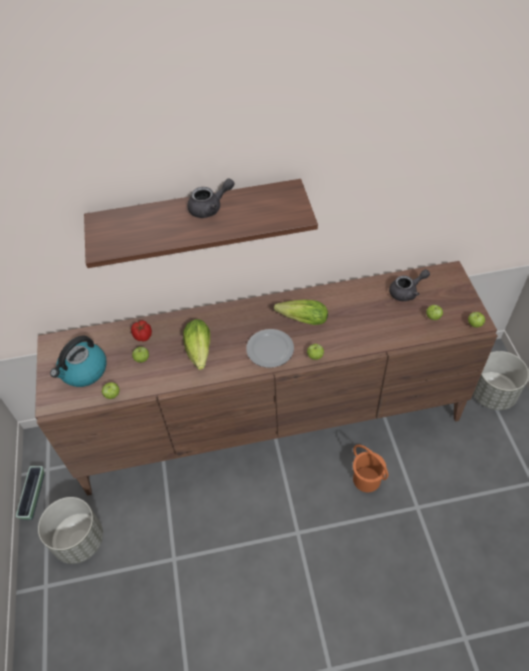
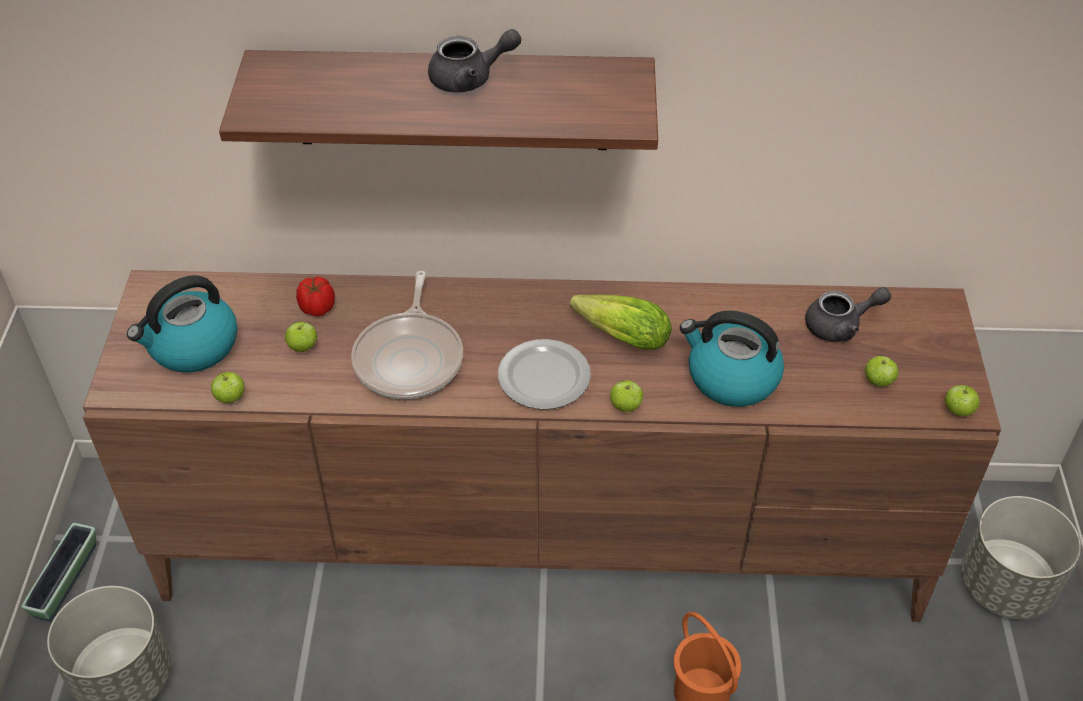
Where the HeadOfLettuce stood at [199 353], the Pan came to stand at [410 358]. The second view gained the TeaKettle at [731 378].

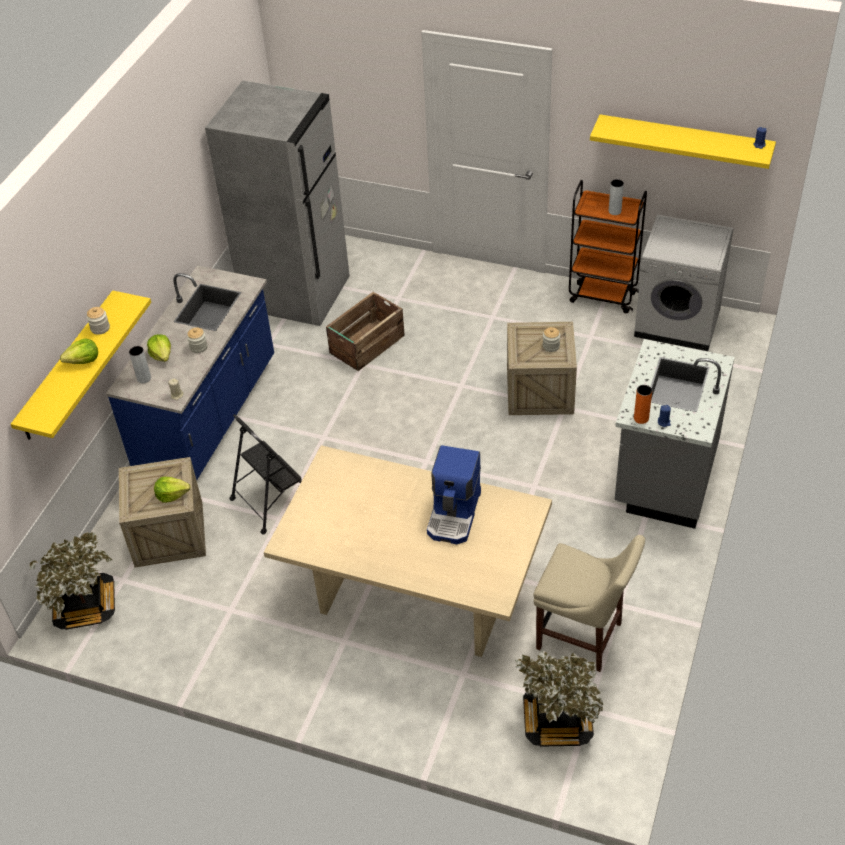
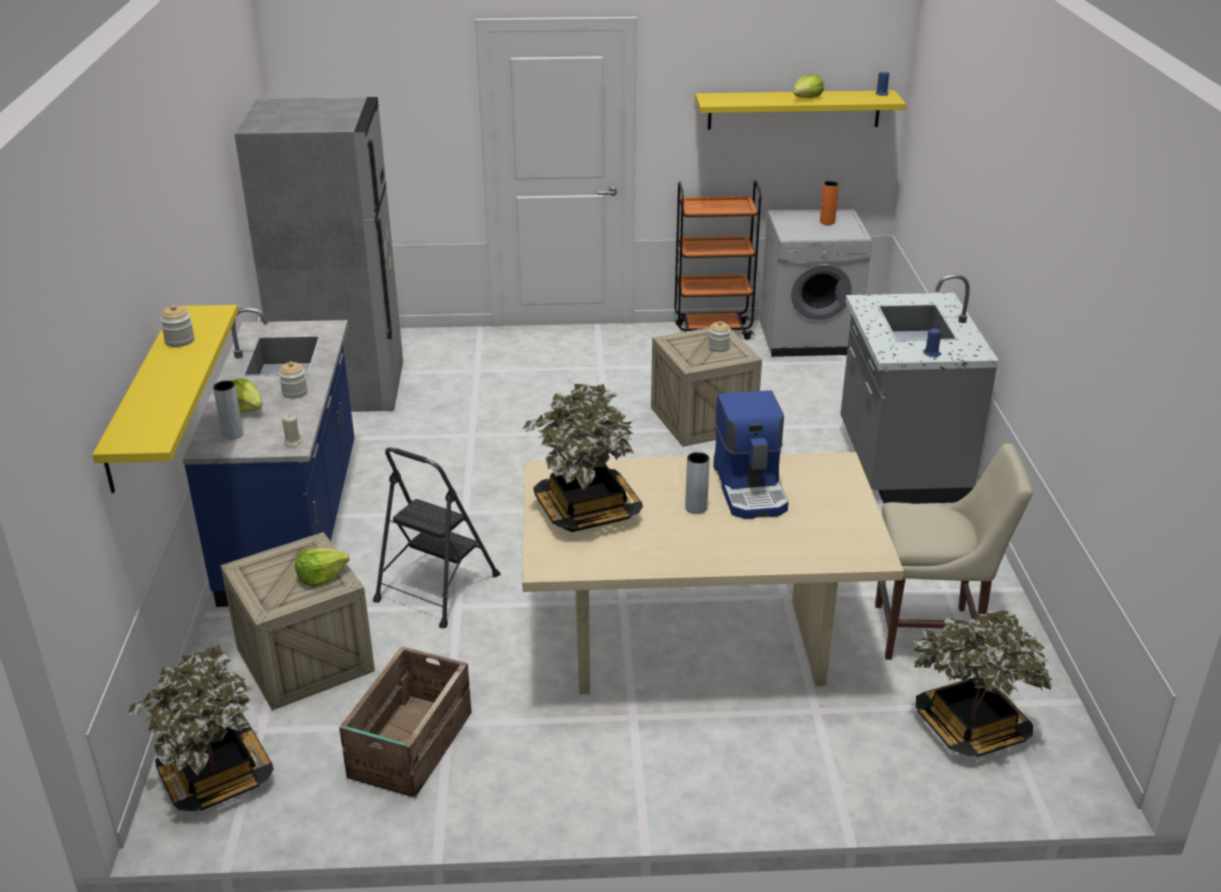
The GreyVase ended up elsewhere, having gone from [614 211] to [696 508]. The Crate ended up elsewhere, having gone from [366 345] to [409 746]. The HeadOfLettuce ended up elsewhere, having gone from [83 360] to [807 98]. The OrangeColouredVase ended up elsewhere, having gone from [641 418] to [827 222]. The second view gained the Houseplant at [587 511].

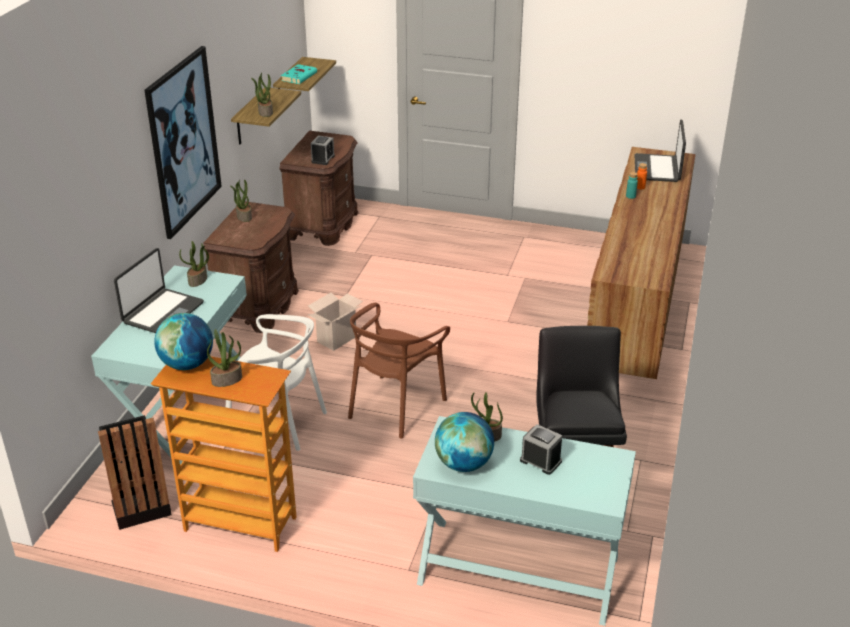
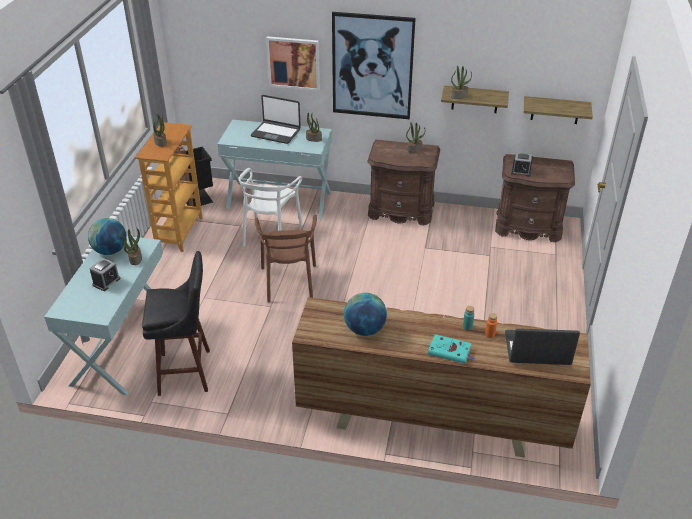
The TurquoiseColouredBoundBook ended up elsewhere, having gone from [299 76] to [450 351]. The second view lost the Carton at [337 338]. The BrownColouredChair at [395 406] ended up facing another way, 120 degrees counterclockwise from before. The DeskGlobe ended up elsewhere, having gone from [187 364] to [364 329]. The second view gained the WallArt at [293 63].

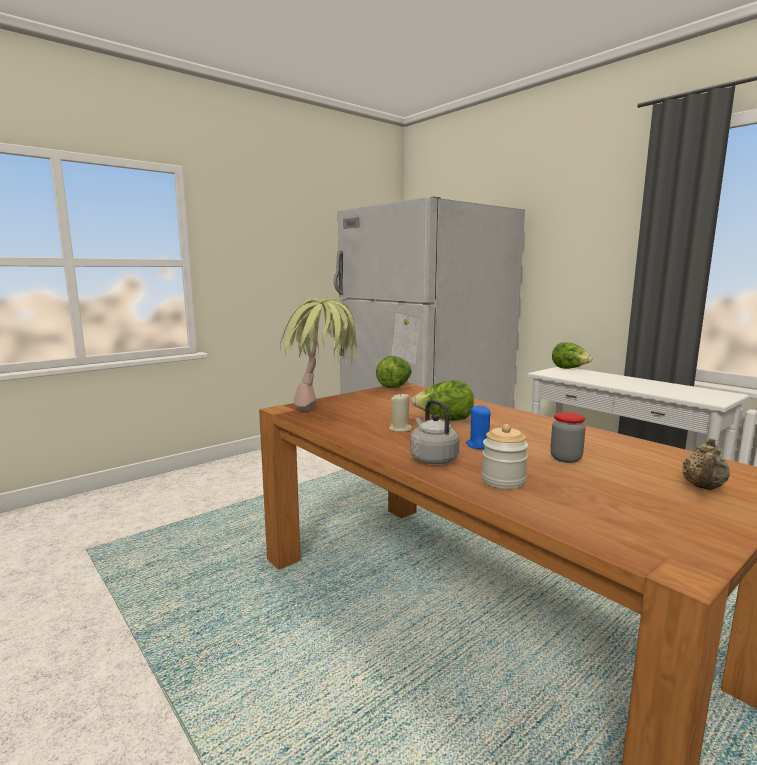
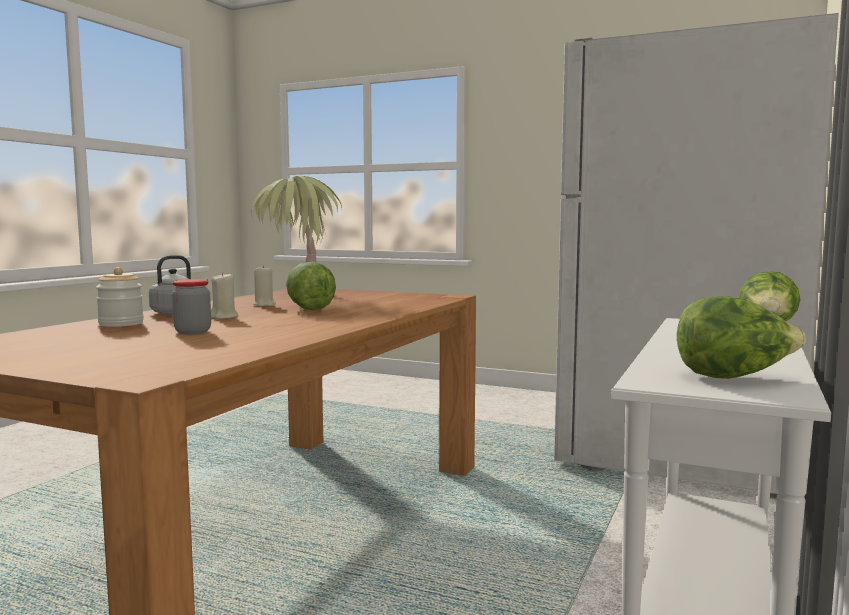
The HeadOfLettuce ended up elsewhere, having gone from [394 386] to [733 377]. What was the BlueWaxCandle at [478 445] turned into the BeigeColouredWaxCandle at [224 317]. The second view lost the BeigeColouredPotForTea at [703 487].

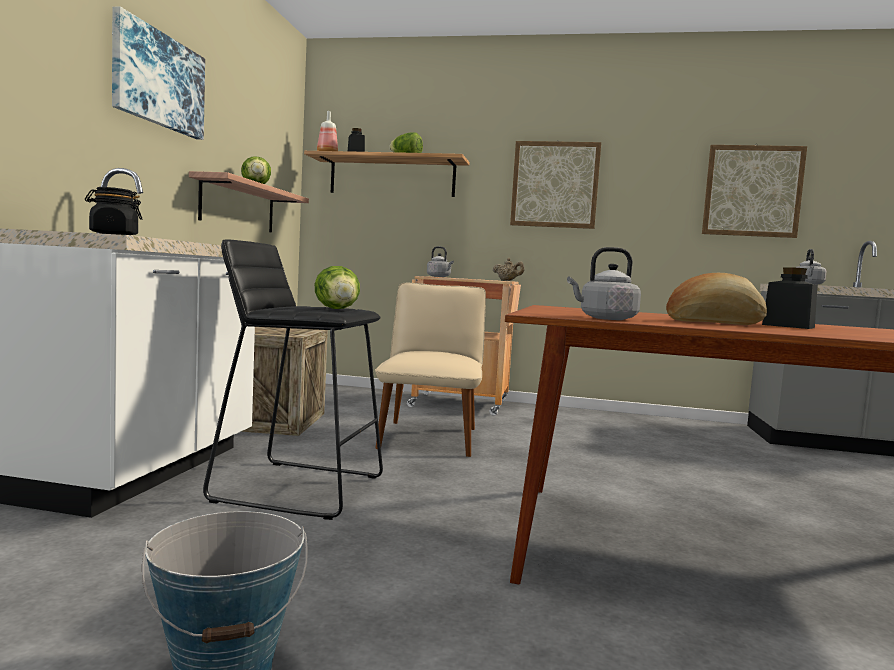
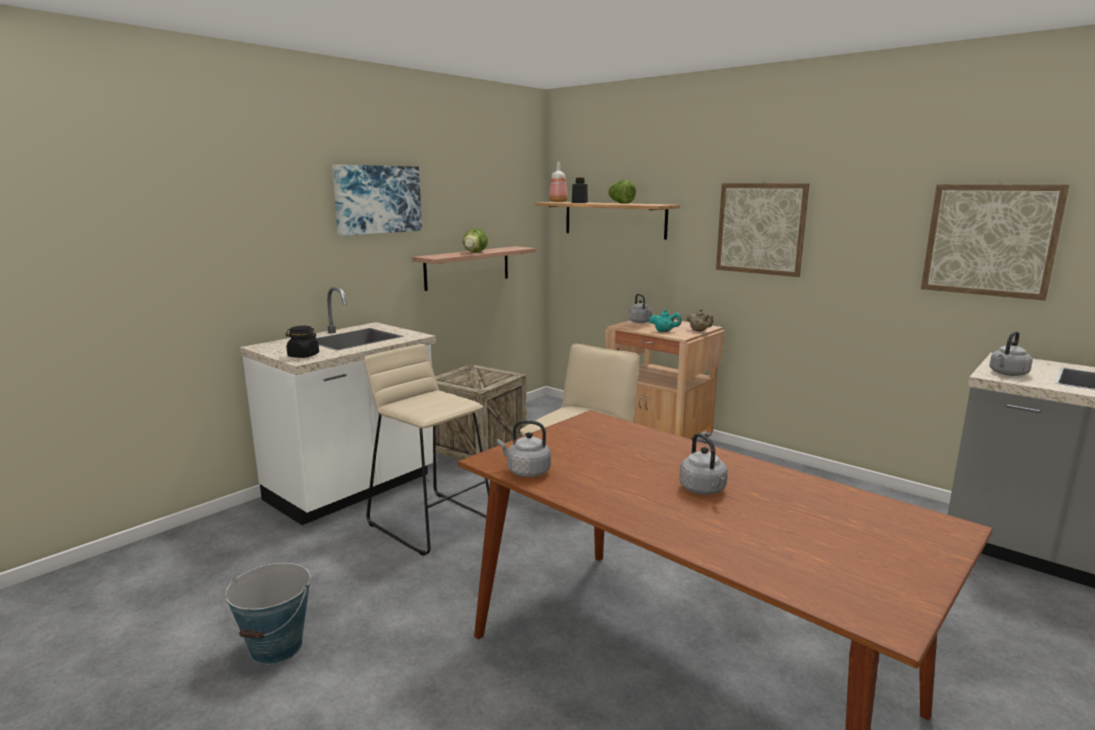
What was the BlackColouredStool at [298 488] turned into the BeigeColouredStool at [431 522]. The second view lost the HeadOfLettuce at [338 309]. Where the BlackColouredJar stood at [788 326], the GreyTeaKettle came to stand at [704 490]. The second view lost the Bread at [713 323]. The second view gained the TurquoiseColouredPotForTea at [664 331].

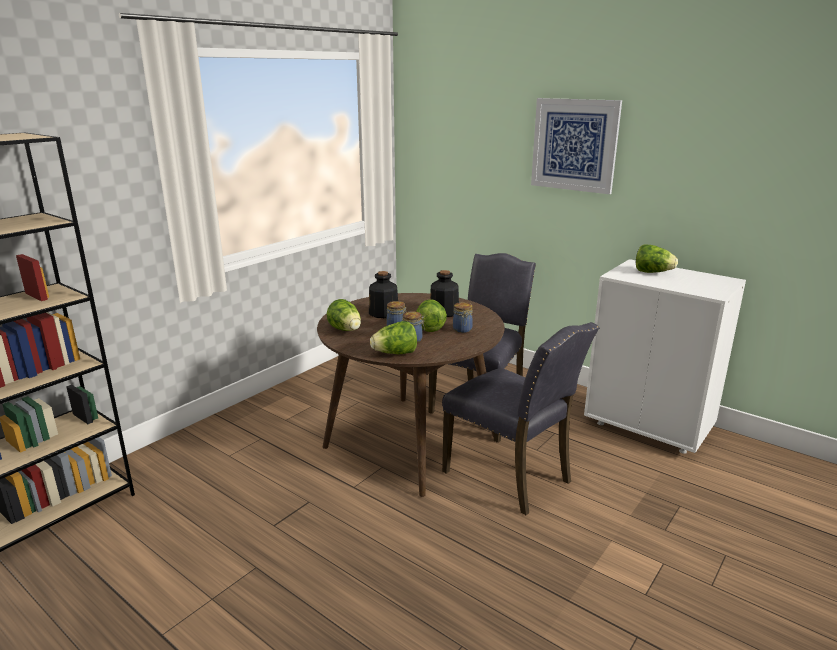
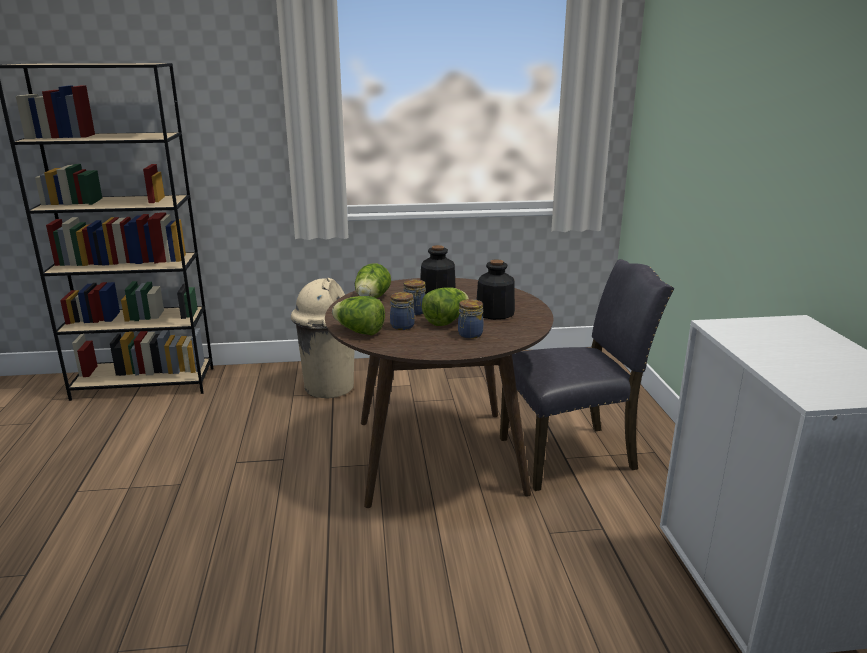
The second view lost the WallArt at [574 145]. The second view lost the HeadOfLettuce at [652 272]. The second view lost the GreyChair at [510 476]. The second view gained the BeigeColouredRubbishBin at [329 387].

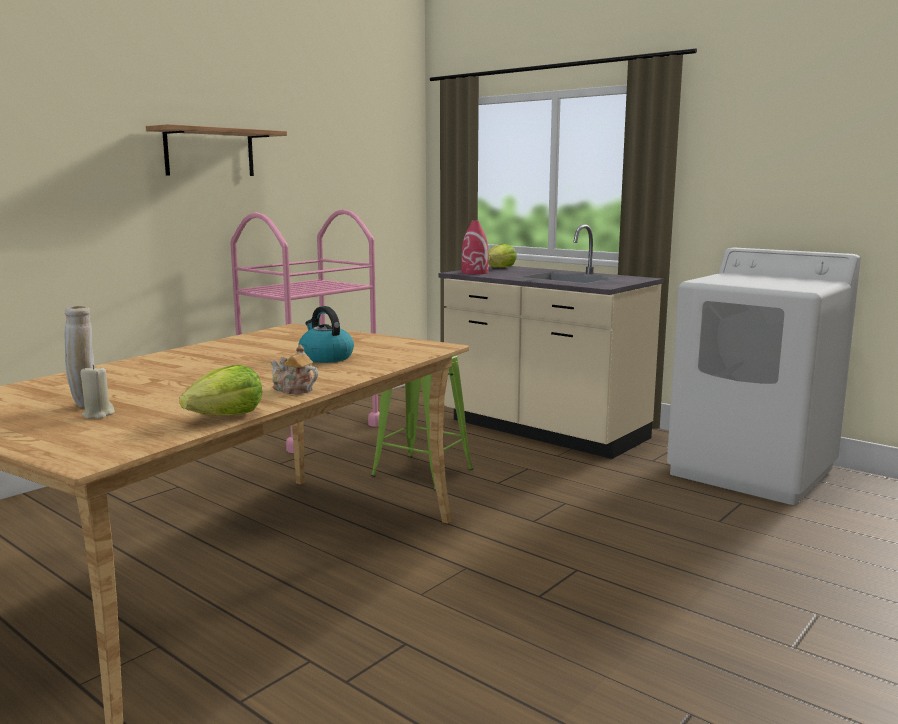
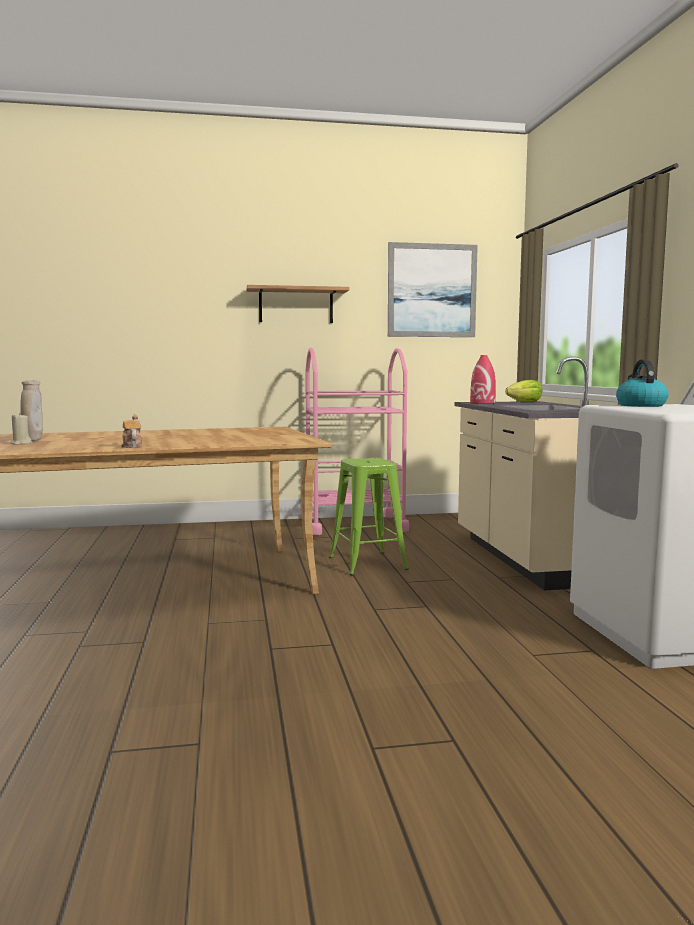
The TeaKettle ended up elsewhere, having gone from [325 357] to [640 405]. The second view lost the HeadOfLettuce at [226 416]. The second view gained the WallArt at [432 290].

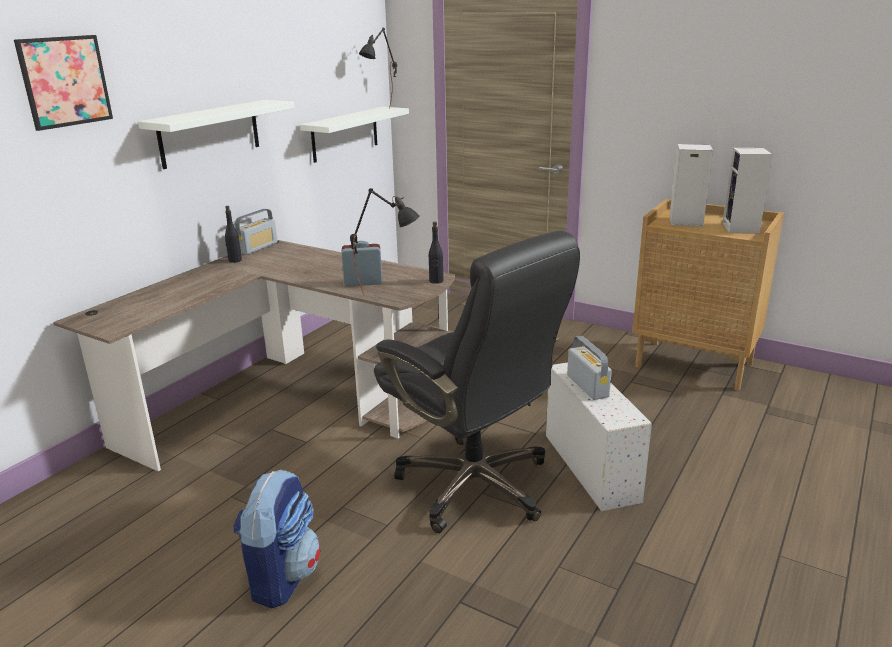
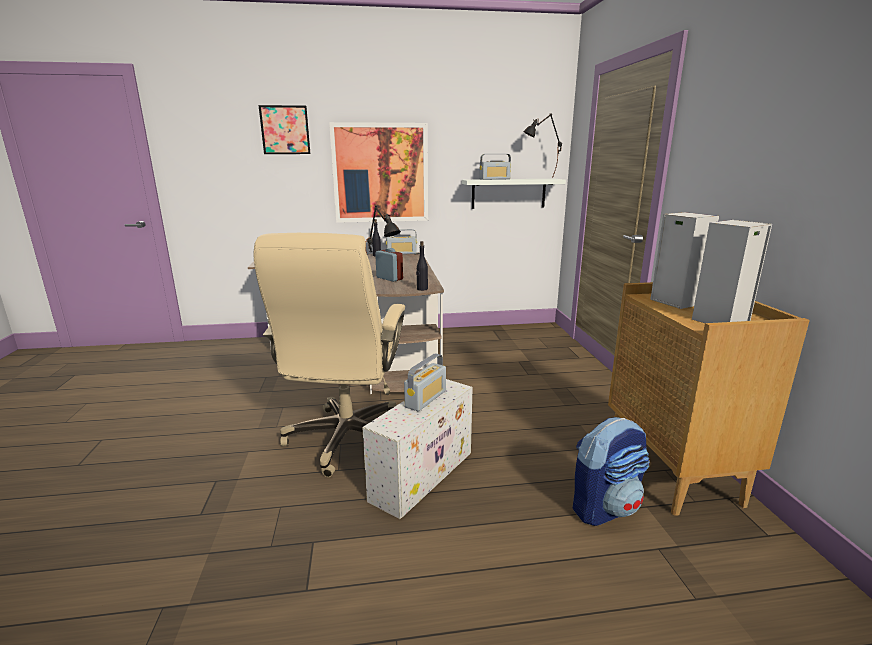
Where the WhitishShelf hung at [210 133], the WallArt came to hang at [380 173]. What was the BlackColouredDeskChair at [471 483] turned into the BeigeColouredDeskChair at [347 436]. The Rucksack ended up elsewhere, having gone from [282 576] to [605 507]. The second view gained the RadioReceiver at [494 179].

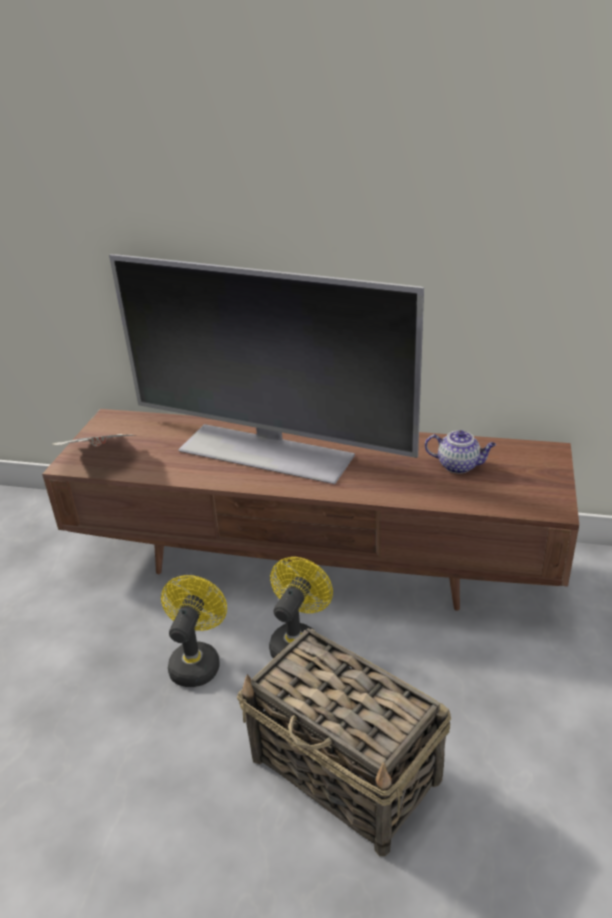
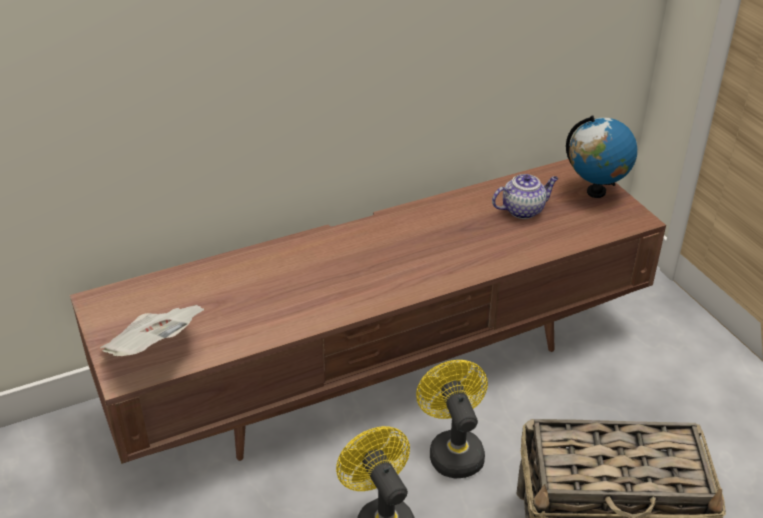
The second view lost the Tv at [266 451]. The second view gained the DeskGlobe at [596 192].

